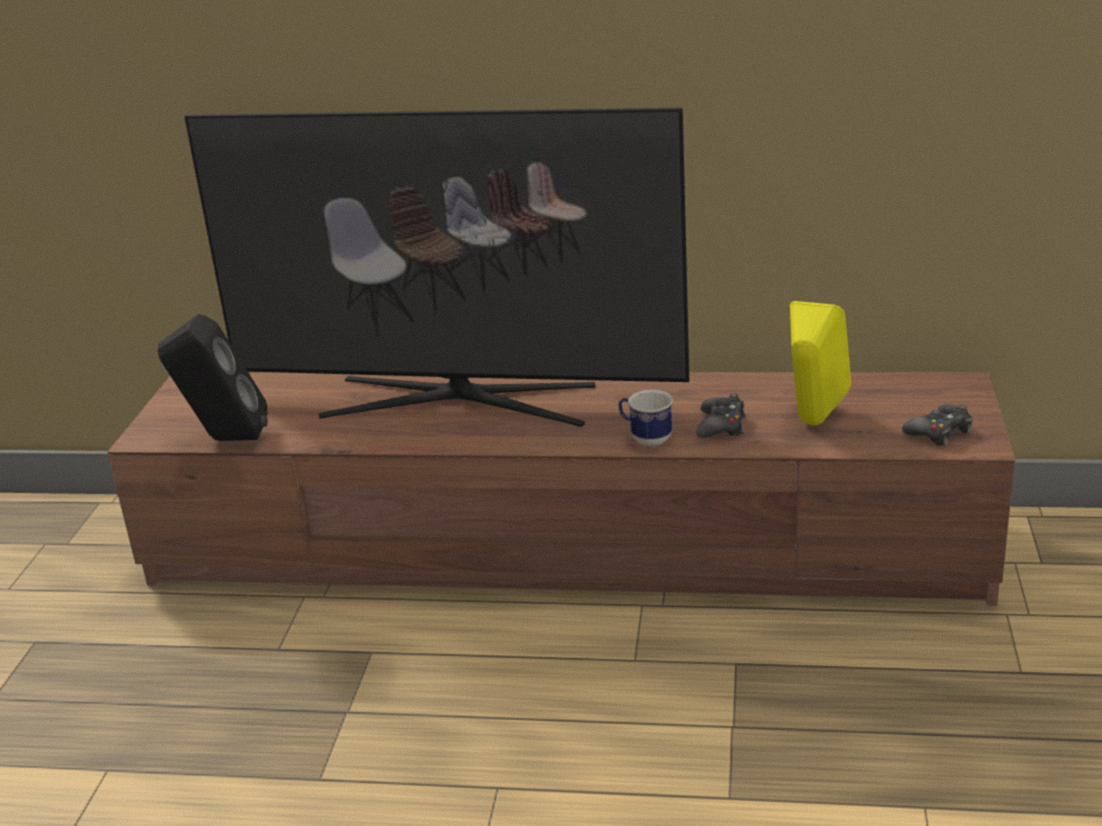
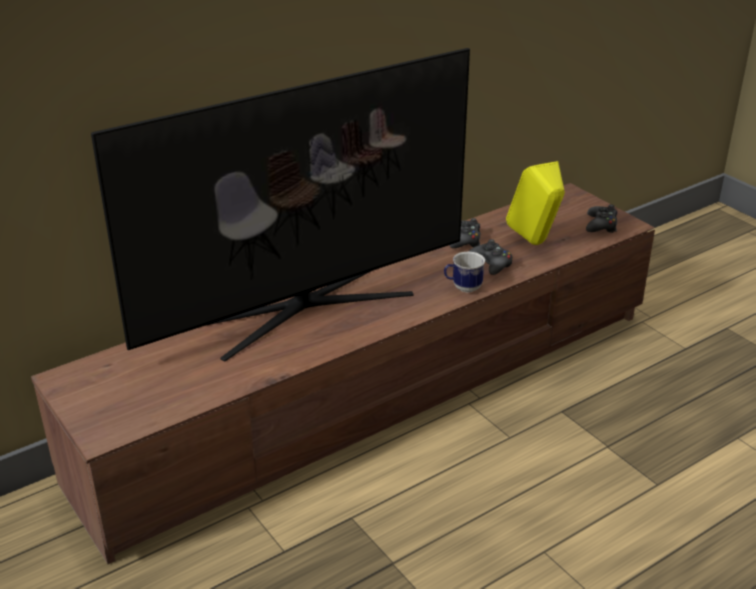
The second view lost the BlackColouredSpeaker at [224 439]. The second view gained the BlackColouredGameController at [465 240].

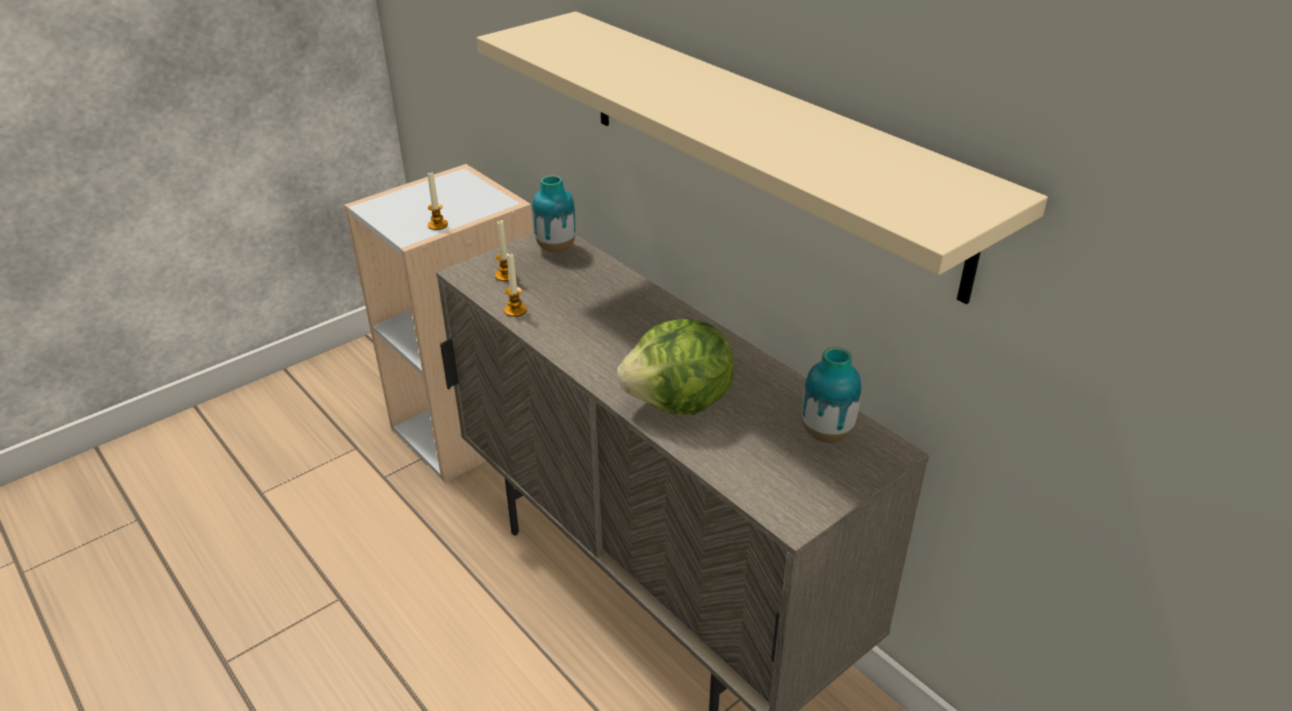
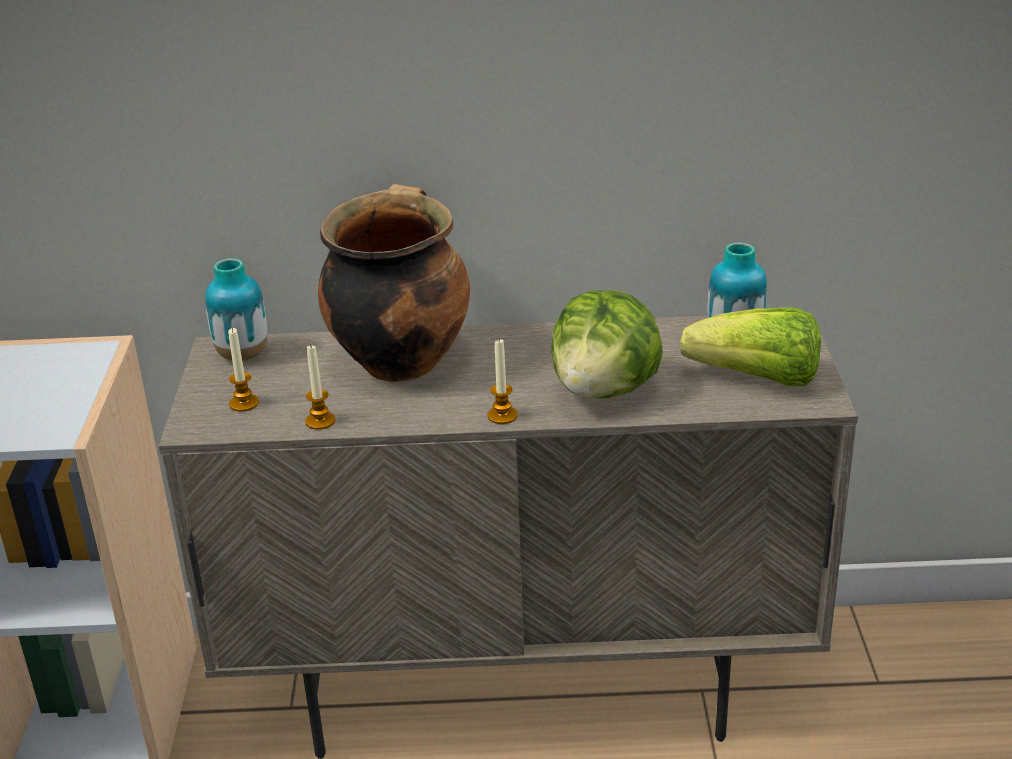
The second view lost the BeigeColouredShelf at [761 144]. The WaxCandle ended up elsewhere, having gone from [438 225] to [502 416]. The second view gained the Saucepot at [400 360]. The second view gained the HeadOfLettuce at [757 379].

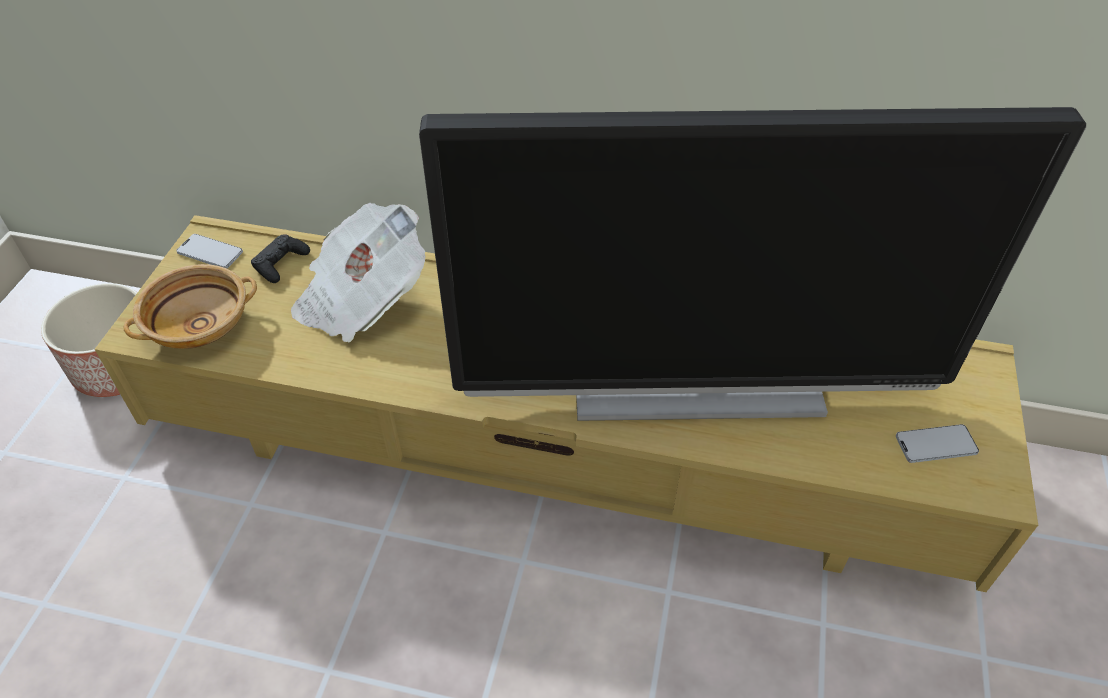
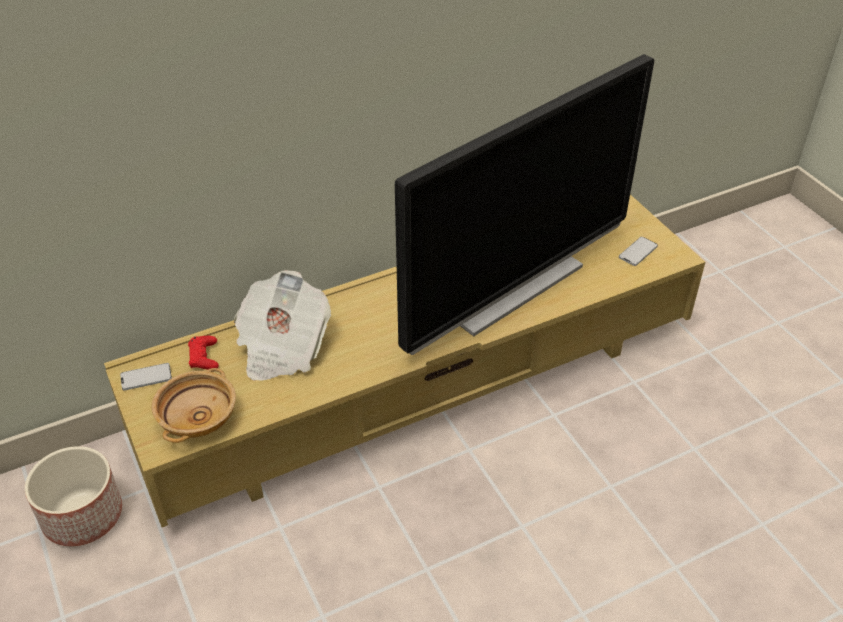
What was the BlackColouredGameController at [280 263] turned into the RedColouredGameController at [204 357].

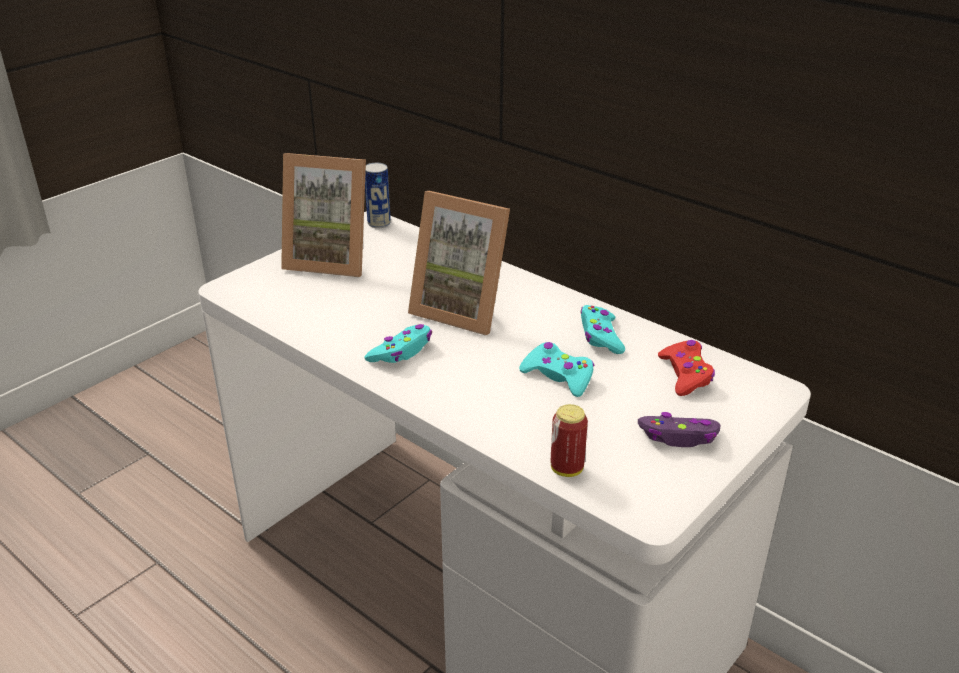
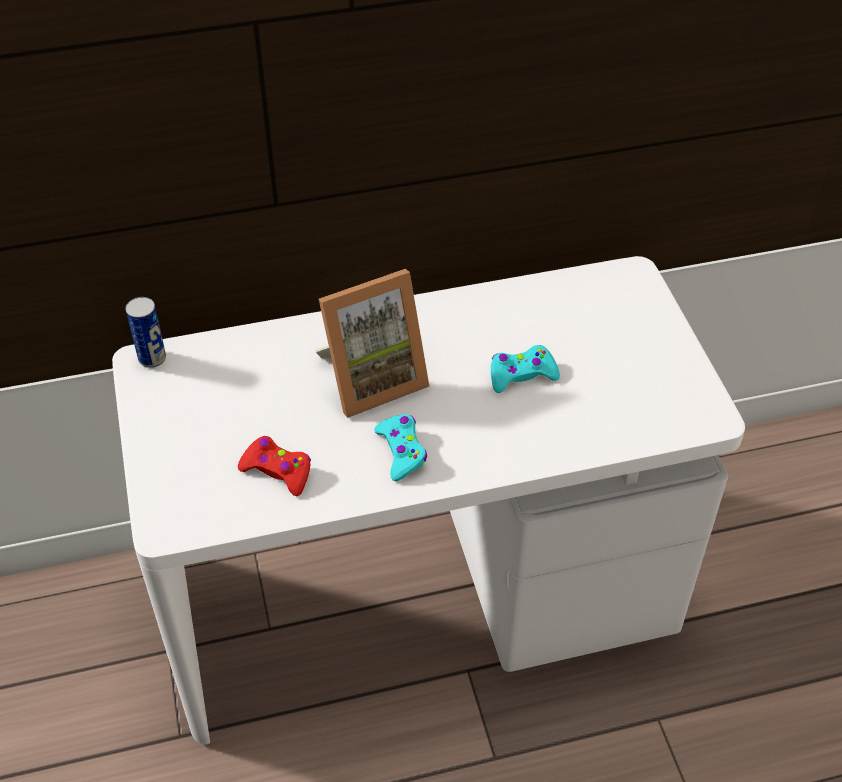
The second view lost the StandingFrame at [331 259]. The second view lost the TurquoiseColouredGameController at [600 336]. The RedColouredGameController ended up elsewhere, having gone from [685 374] to [277 471]. The second view lost the SealedCan at [566 469]. The second view lost the PurpleGameController at [679 437].

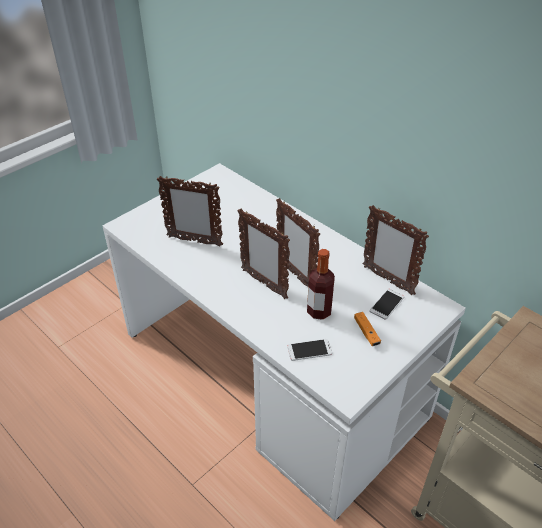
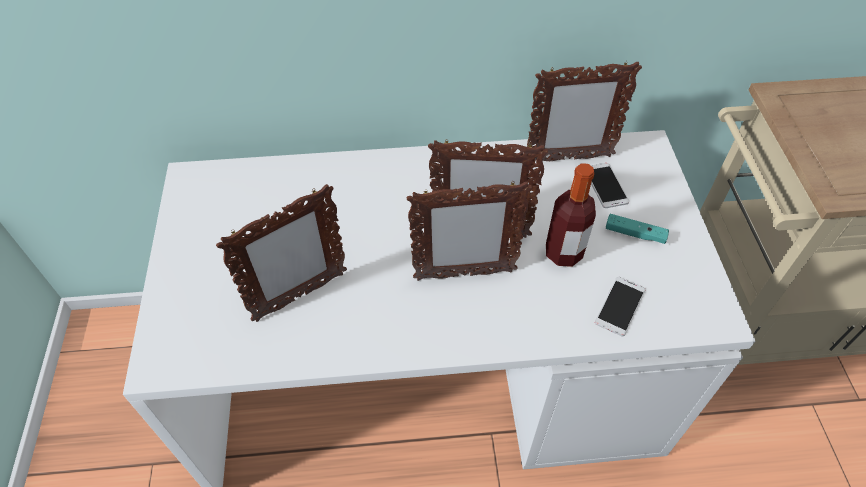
What was the OrangeColouredGameController at [366 332] turned into the TurquoiseColouredGameController at [635 234].

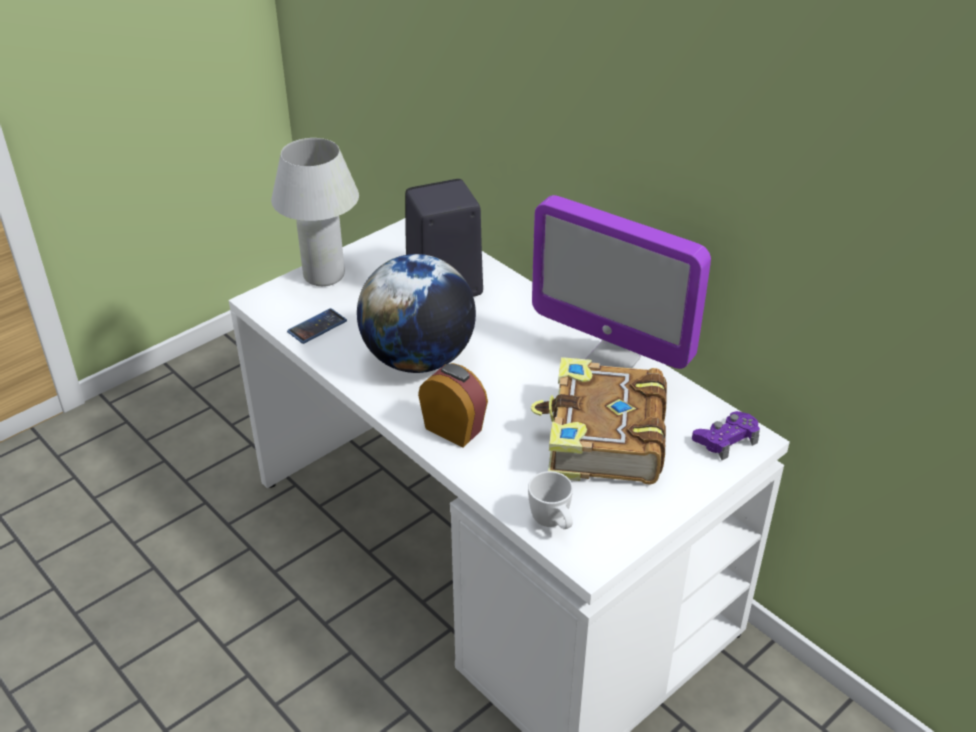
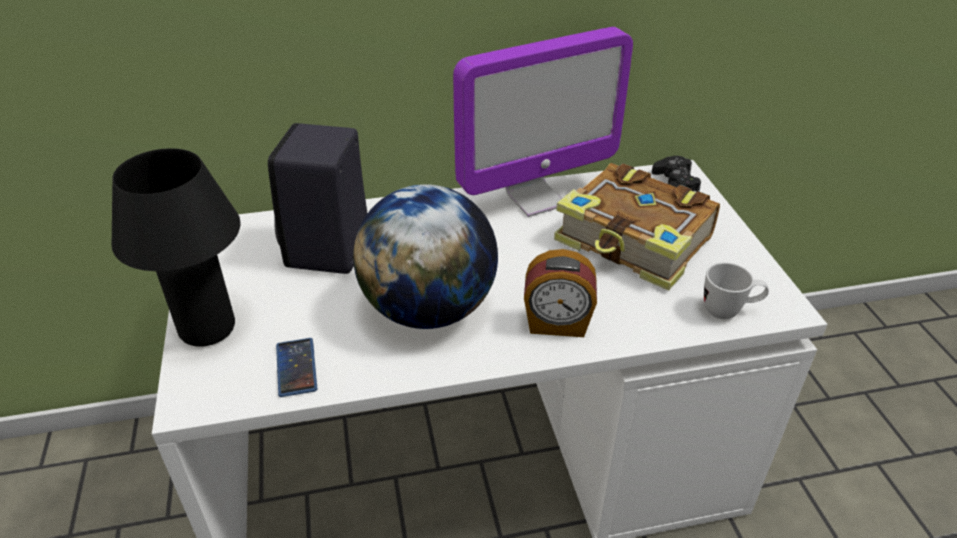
What was the WhitishTableLamp at [324 275] turned into the BlackColouredTableLamp at [207 329]. The AlarmClock at [454 428] ended up facing another way, 150 degrees counterclockwise from before. What was the PurpleGameController at [726 440] turned into the BlackColouredGameController at [674 184].

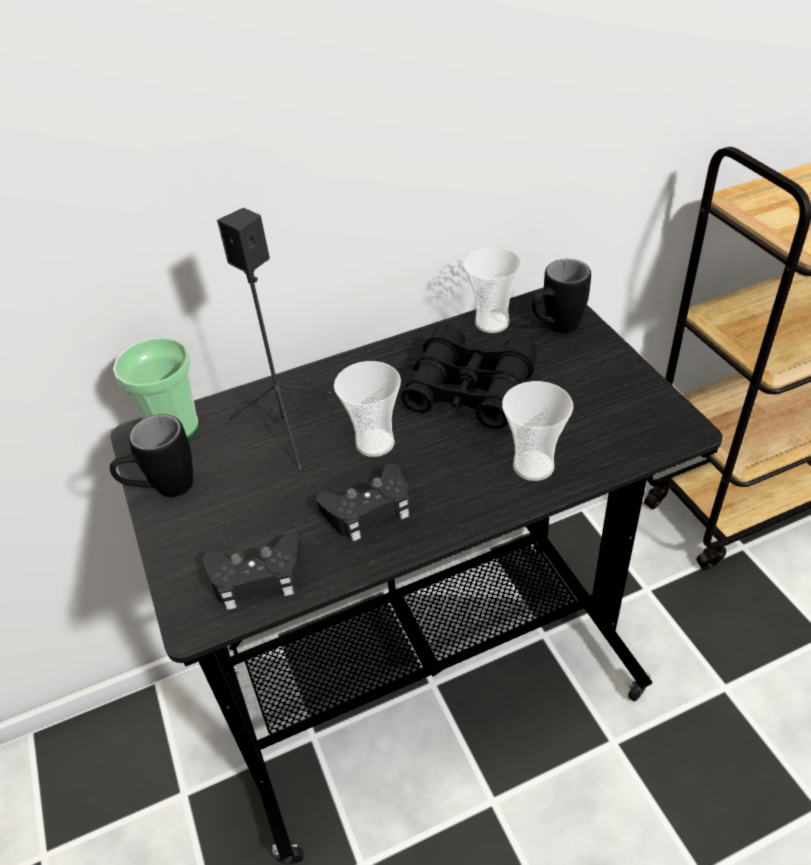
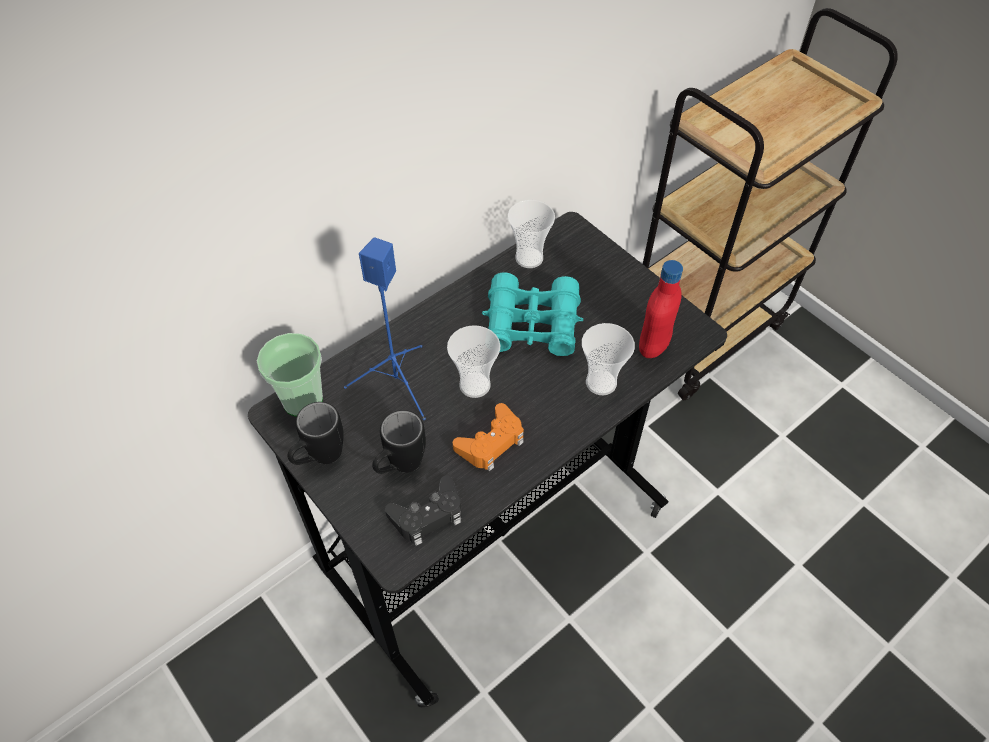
What was the BlackColouredSpeaker at [286 427] turned into the BlueSpeaker at [398 384]. The BlackColouredTeaMug ended up elsewhere, having gone from [555 328] to [400 467]. What was the BlackColouredFieldGlasses at [469 390] turned into the TurquoiseColouredFieldGlasses at [532 324]. What was the BlackColouredGameController at [369 509] turned into the OrangeColouredGameController at [491 442]. The second view gained the RedColouredDrinkBottle at [653 345].

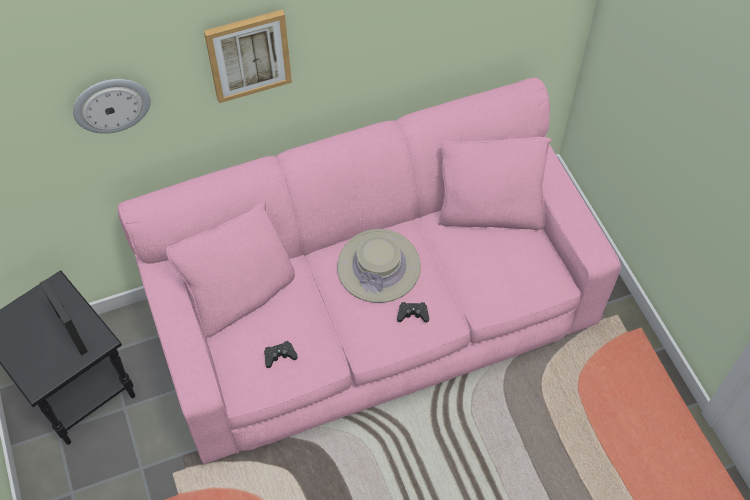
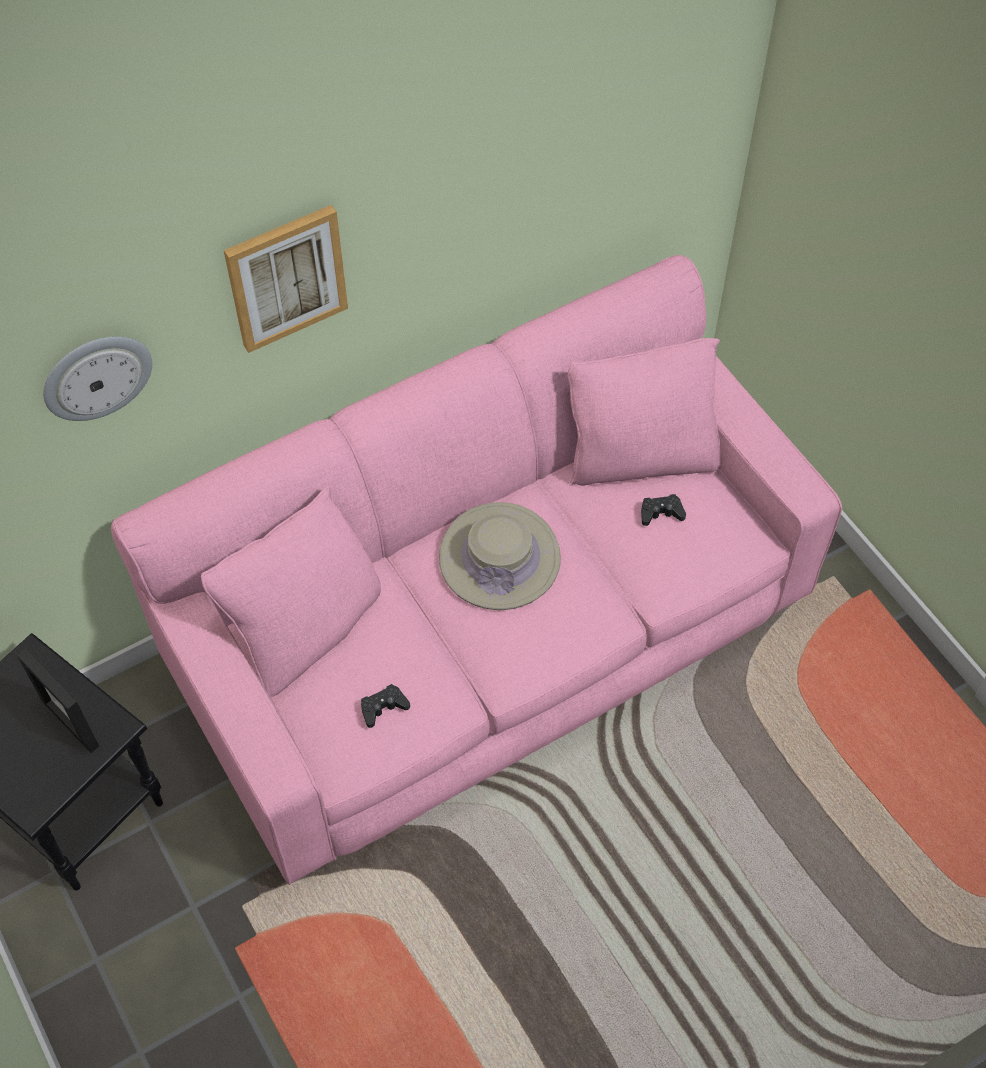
The BlackColouredGameController ended up elsewhere, having gone from [412 314] to [661 513].

